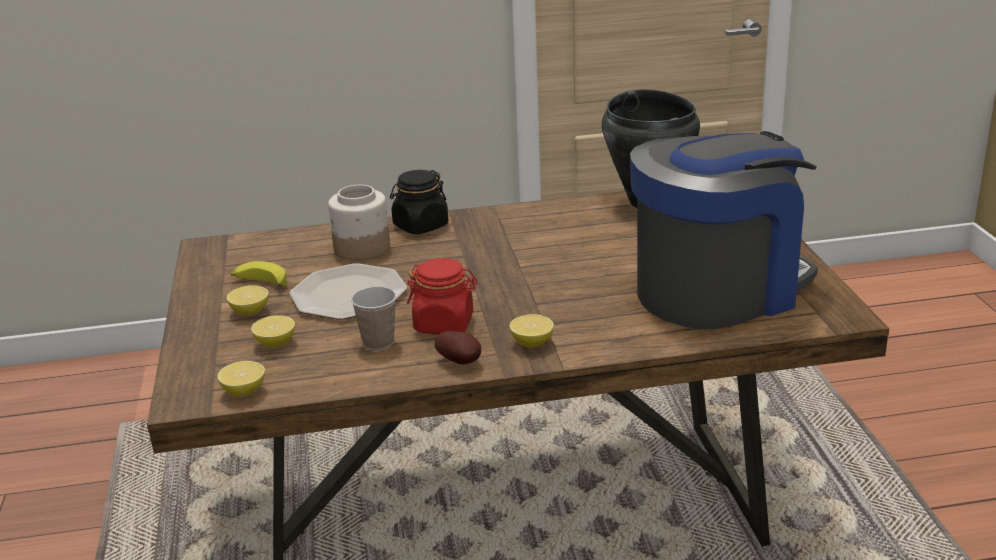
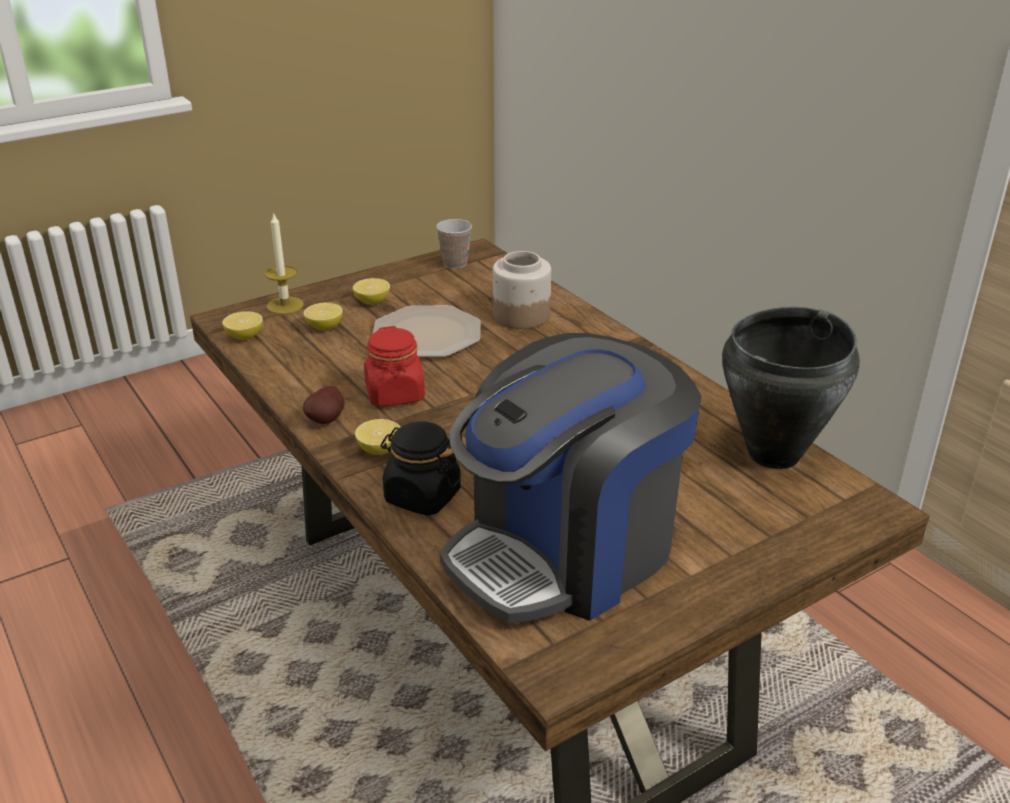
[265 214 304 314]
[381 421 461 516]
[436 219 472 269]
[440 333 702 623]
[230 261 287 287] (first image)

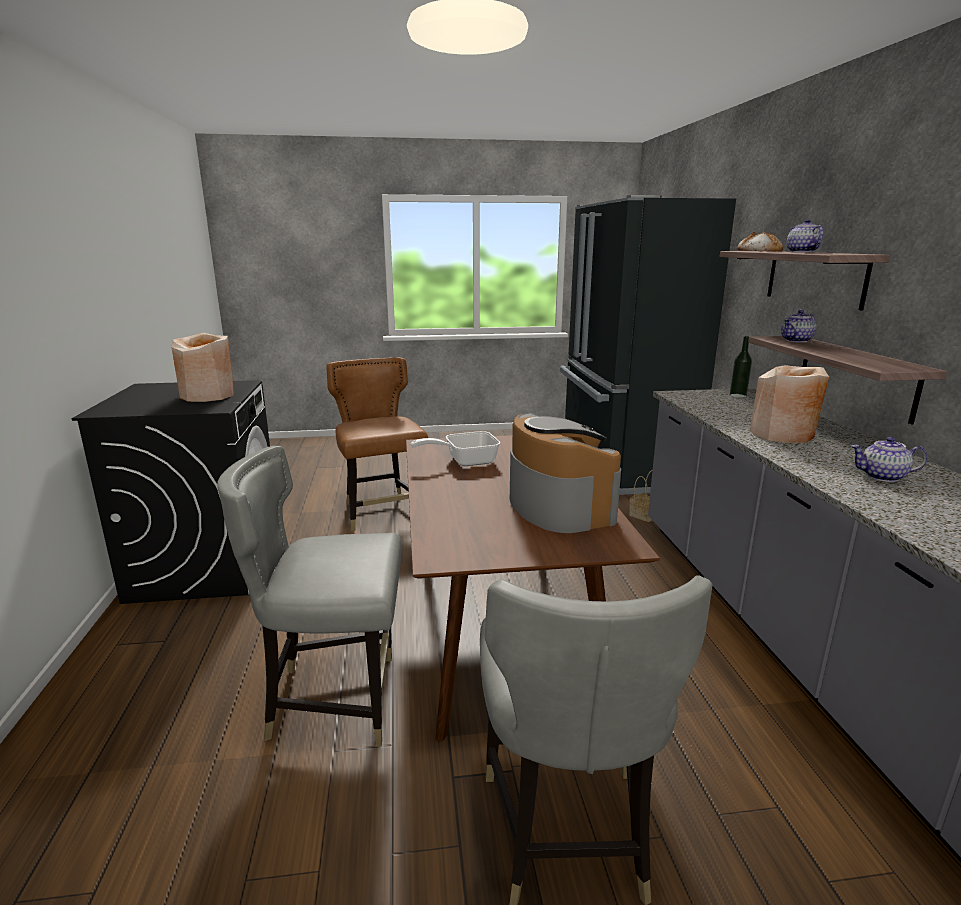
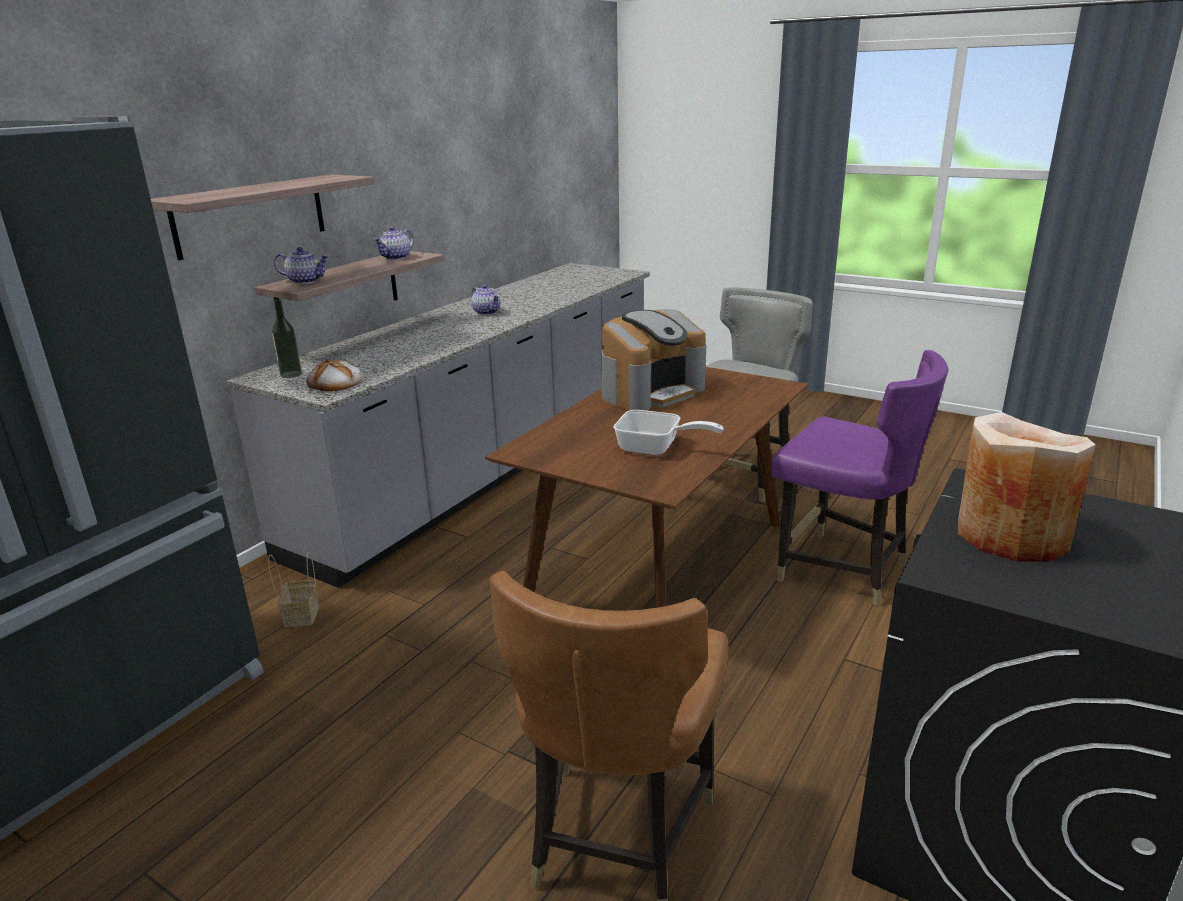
[306 359 363 391]
[373 227 414 260]
[601 309 706 411]
[771 350 948 607]
[750 365 829 443] (first image)

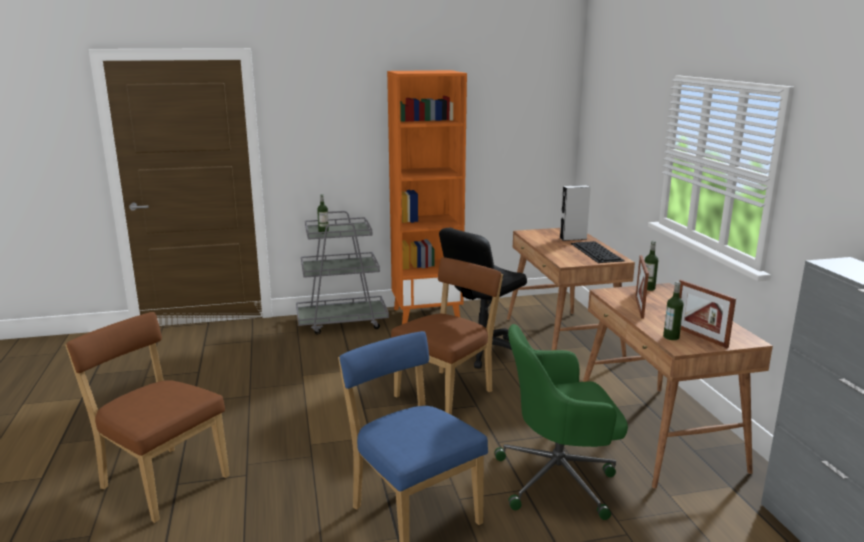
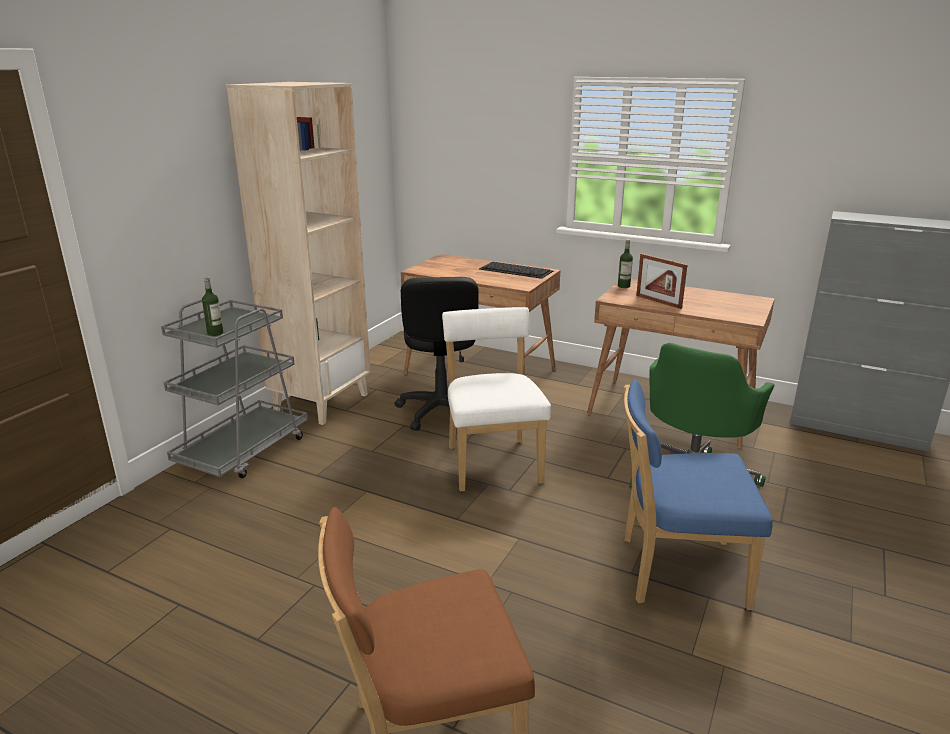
[226 82 371 425]
[442 307 551 491]
[560 185 591 241] (first image)
[663 281 684 340] (first image)
[679 280 736 348] (first image)

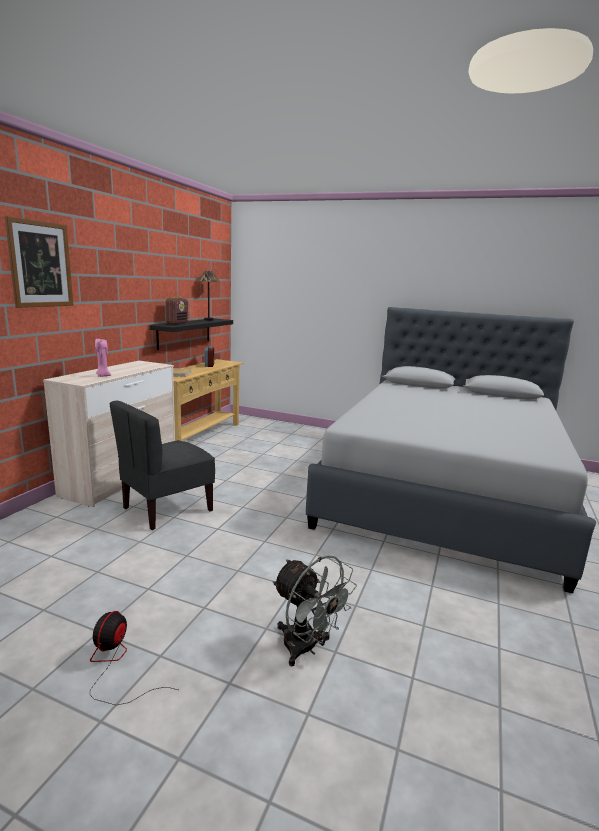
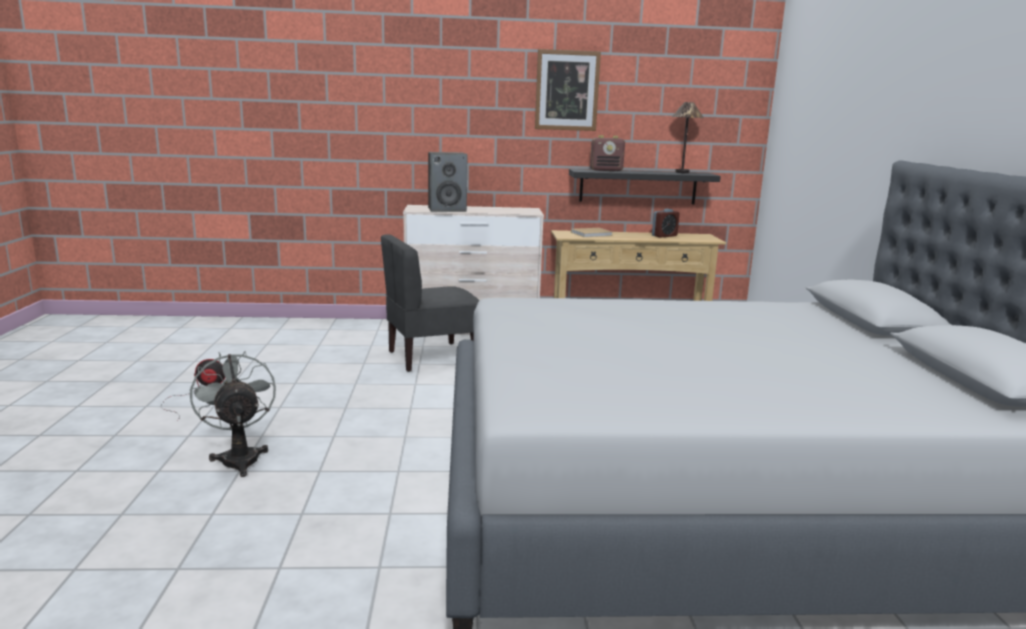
[190 351 276 477]
[381 234 479 372]
[428 152 467 212]
[535 49 601 131]

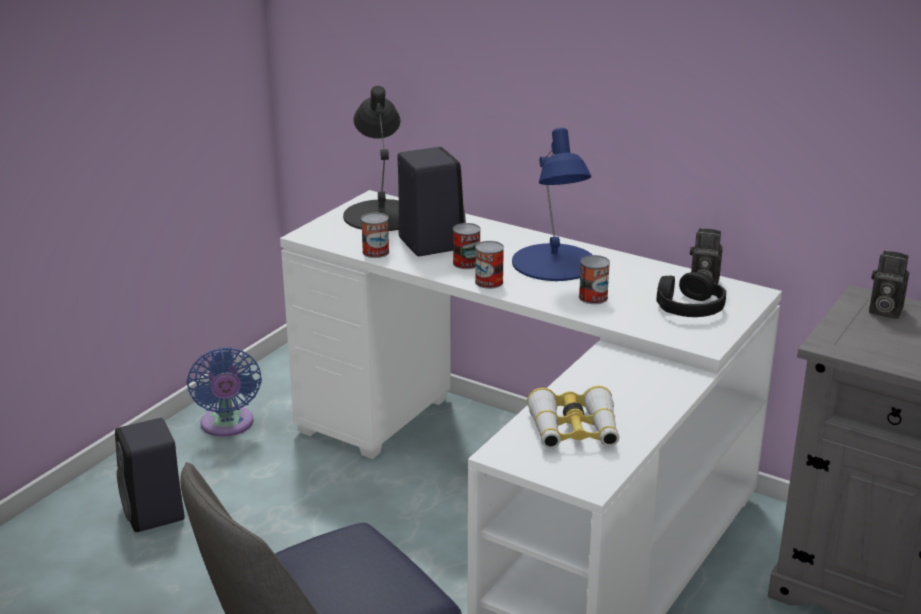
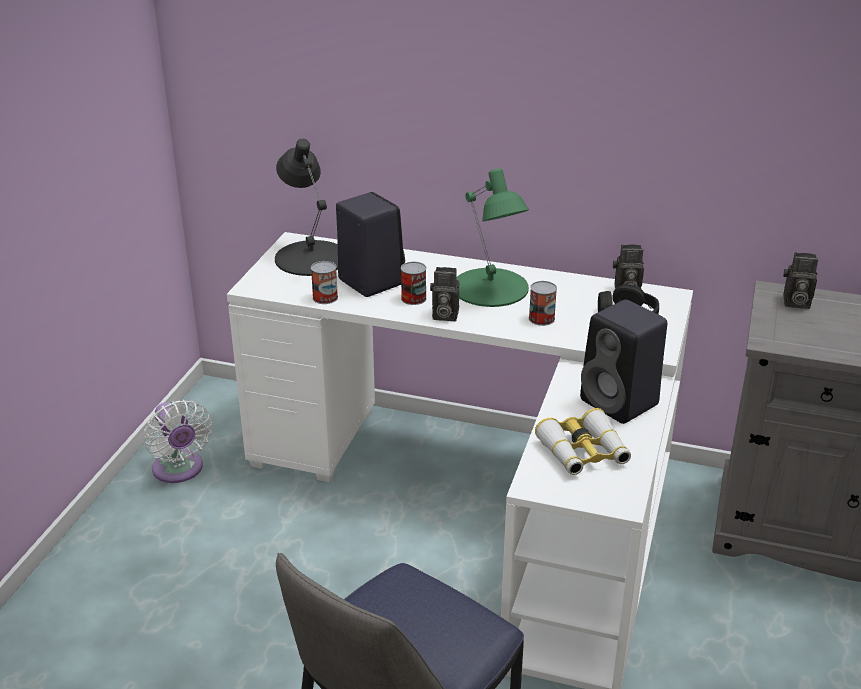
[143 400 212 483]
[430 267 459 321]
[456 168 529 307]
[580 300 667 424]

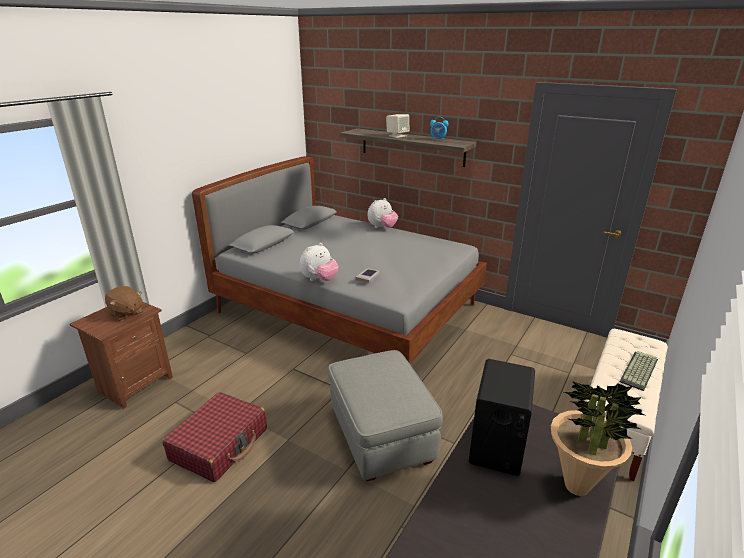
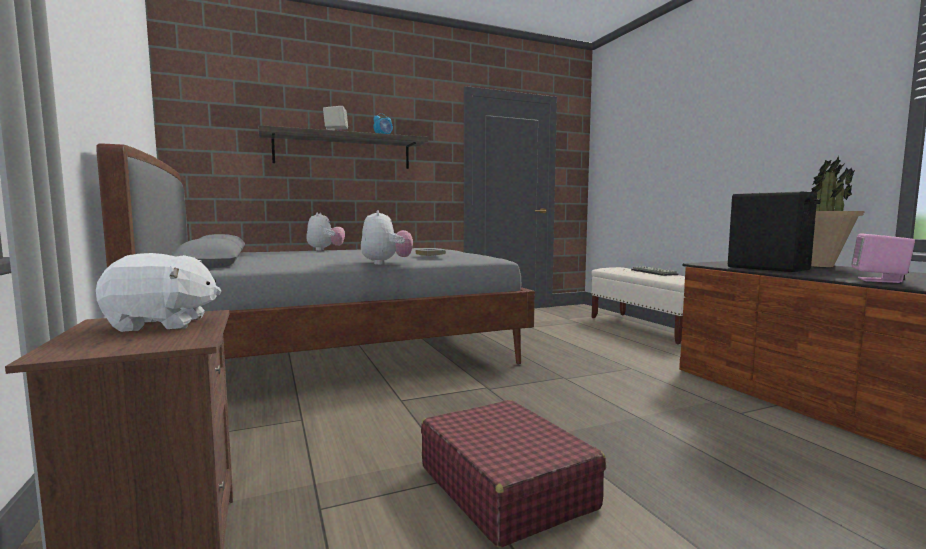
[96 253 221 332]
[851 233 915 283]
[328 350 443 482] (first image)

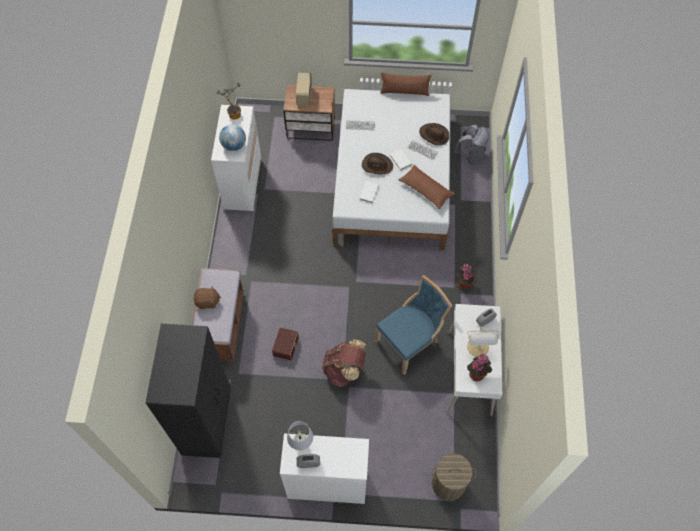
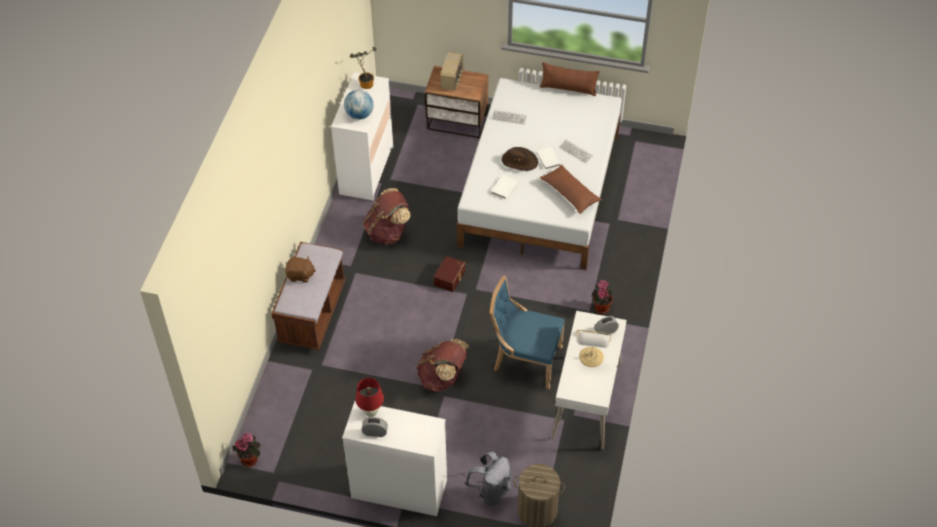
[233 433 260 467]
[355 378 384 417]
[362 188 411 245]
[434 256 465 292]
[465 452 511 506]
[490 275 565 389]
[146 323 231 458] (first image)
[419 123 449 146] (first image)

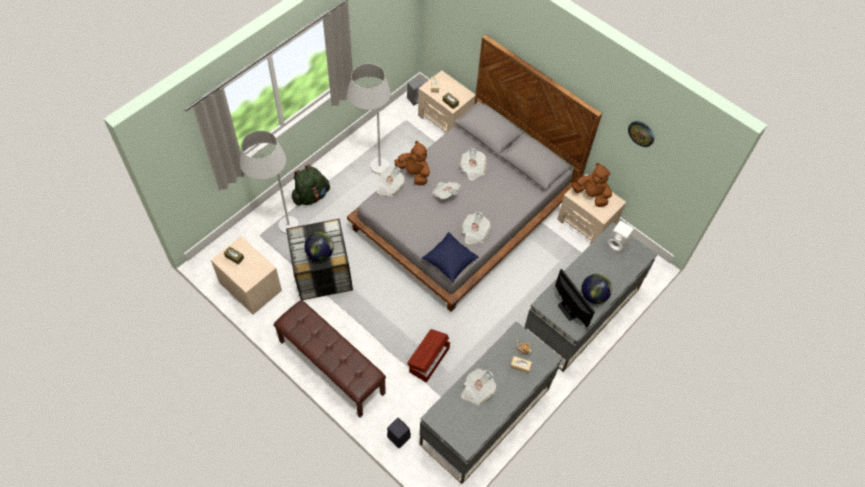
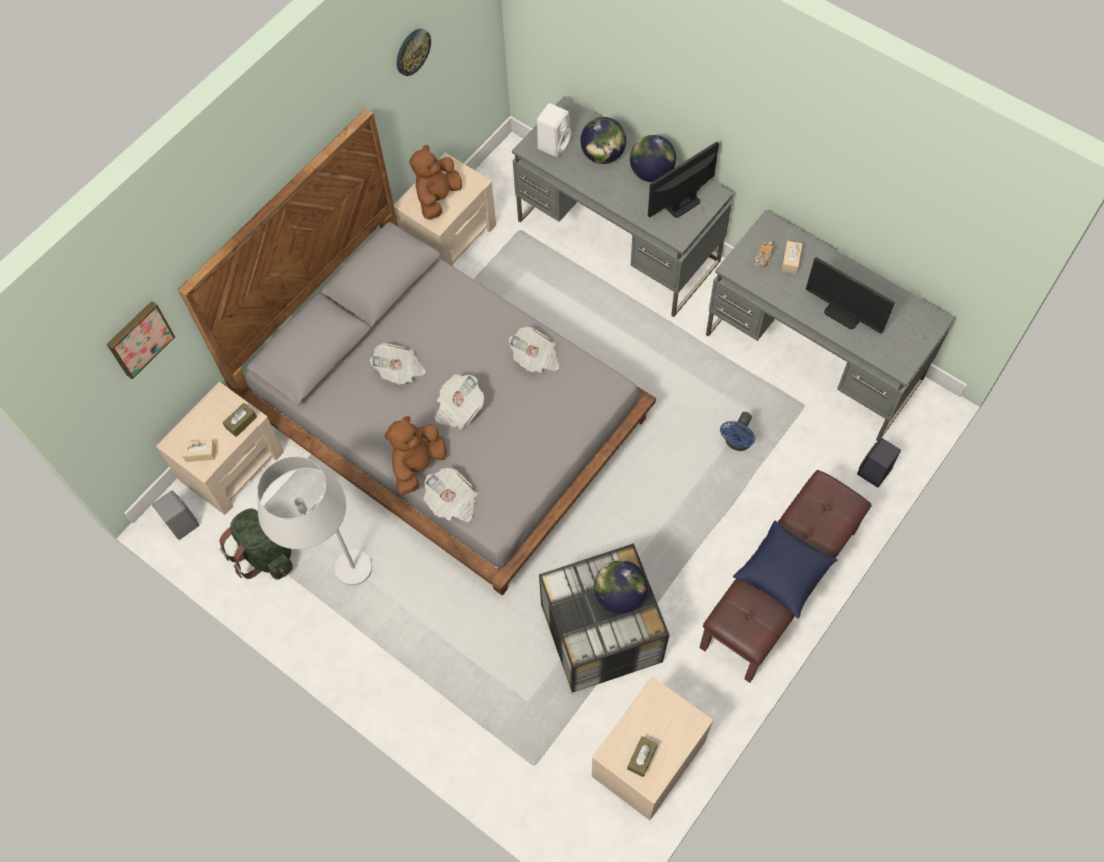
[106 301 175 379]
[219 508 293 579]
[580 117 626 164]
[720 412 755 451]
[733 520 838 619]
[806 257 895 334]
[240 130 299 234] (first image)

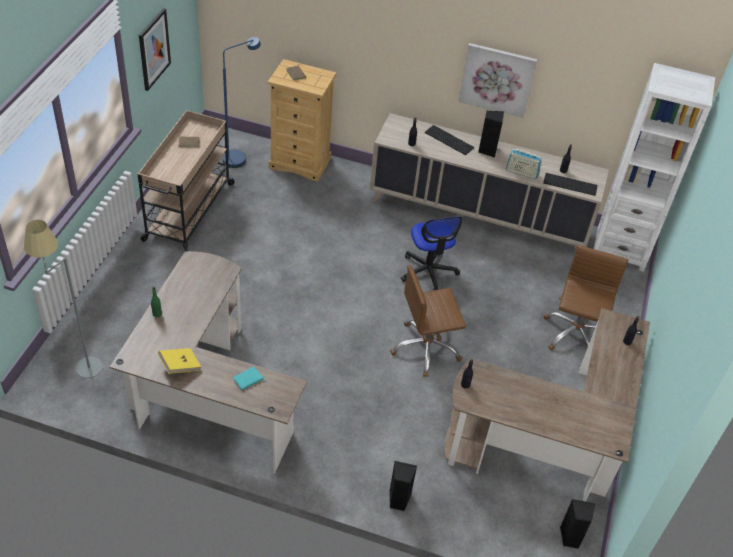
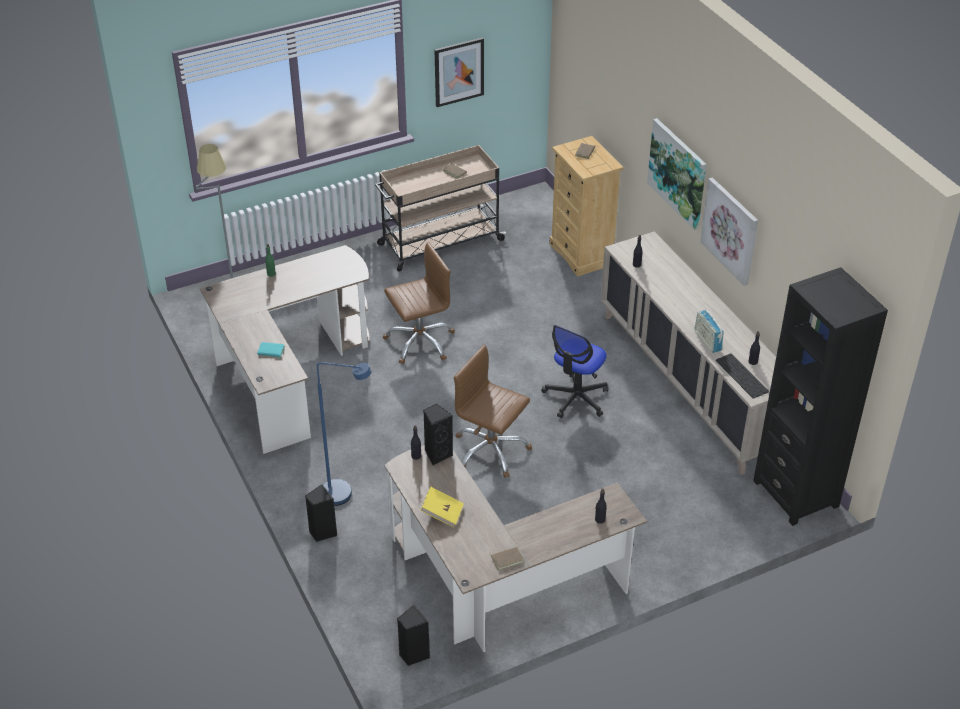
[317 362 371 506]
[383 242 455 364]
[420 487 464 528]
[423 404 453 465]
[489 547 524 570]
[647 118 706 230]
[753 267 888 526]
[425 125 474 155] (first image)

